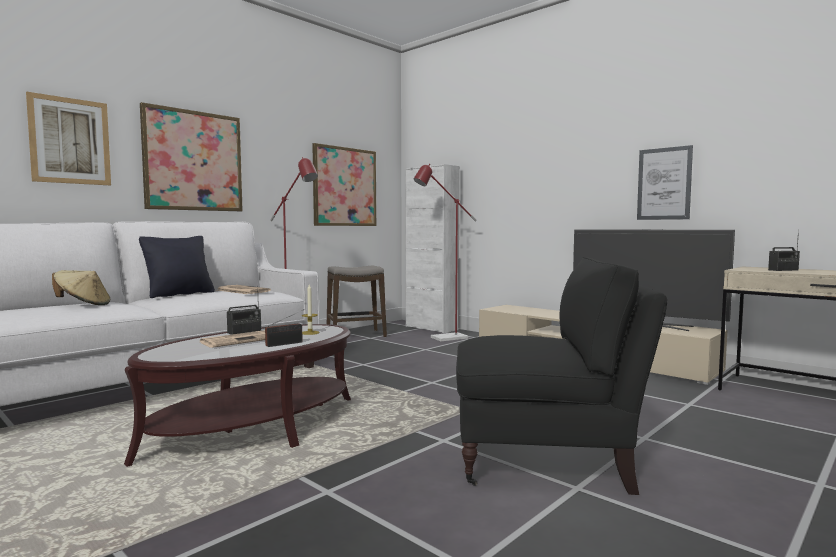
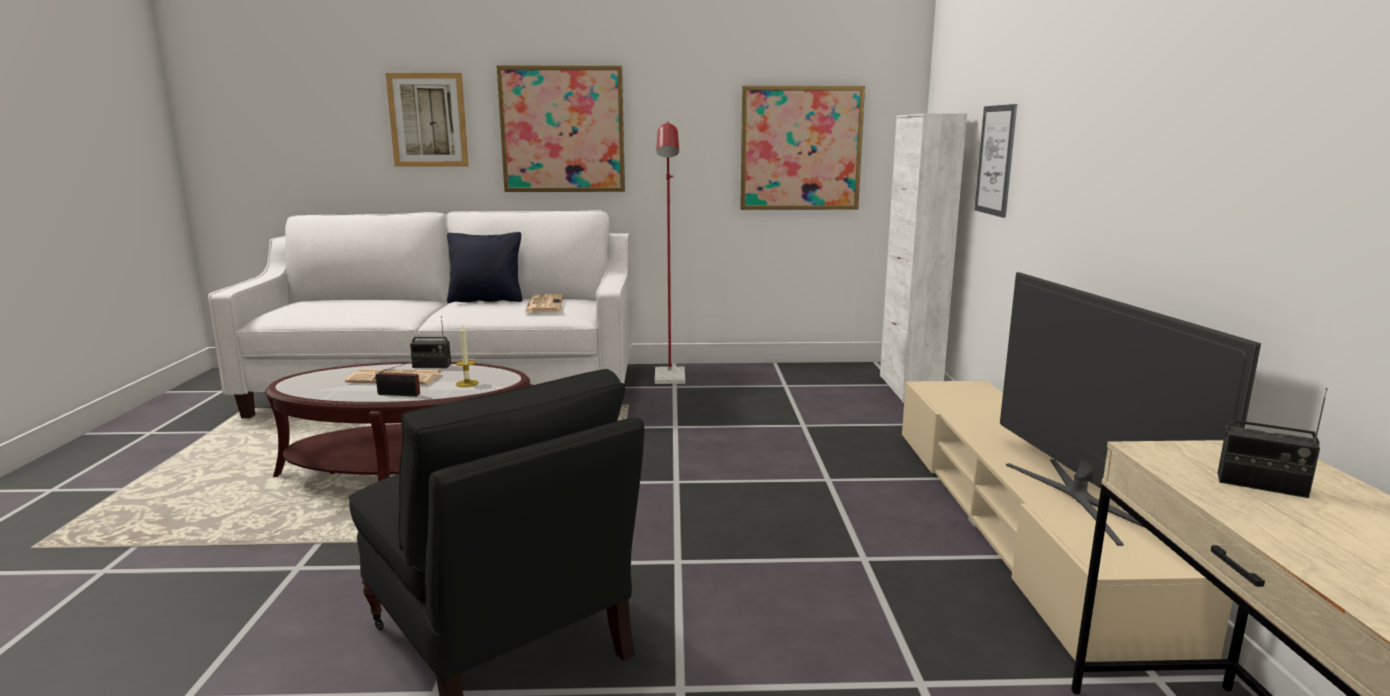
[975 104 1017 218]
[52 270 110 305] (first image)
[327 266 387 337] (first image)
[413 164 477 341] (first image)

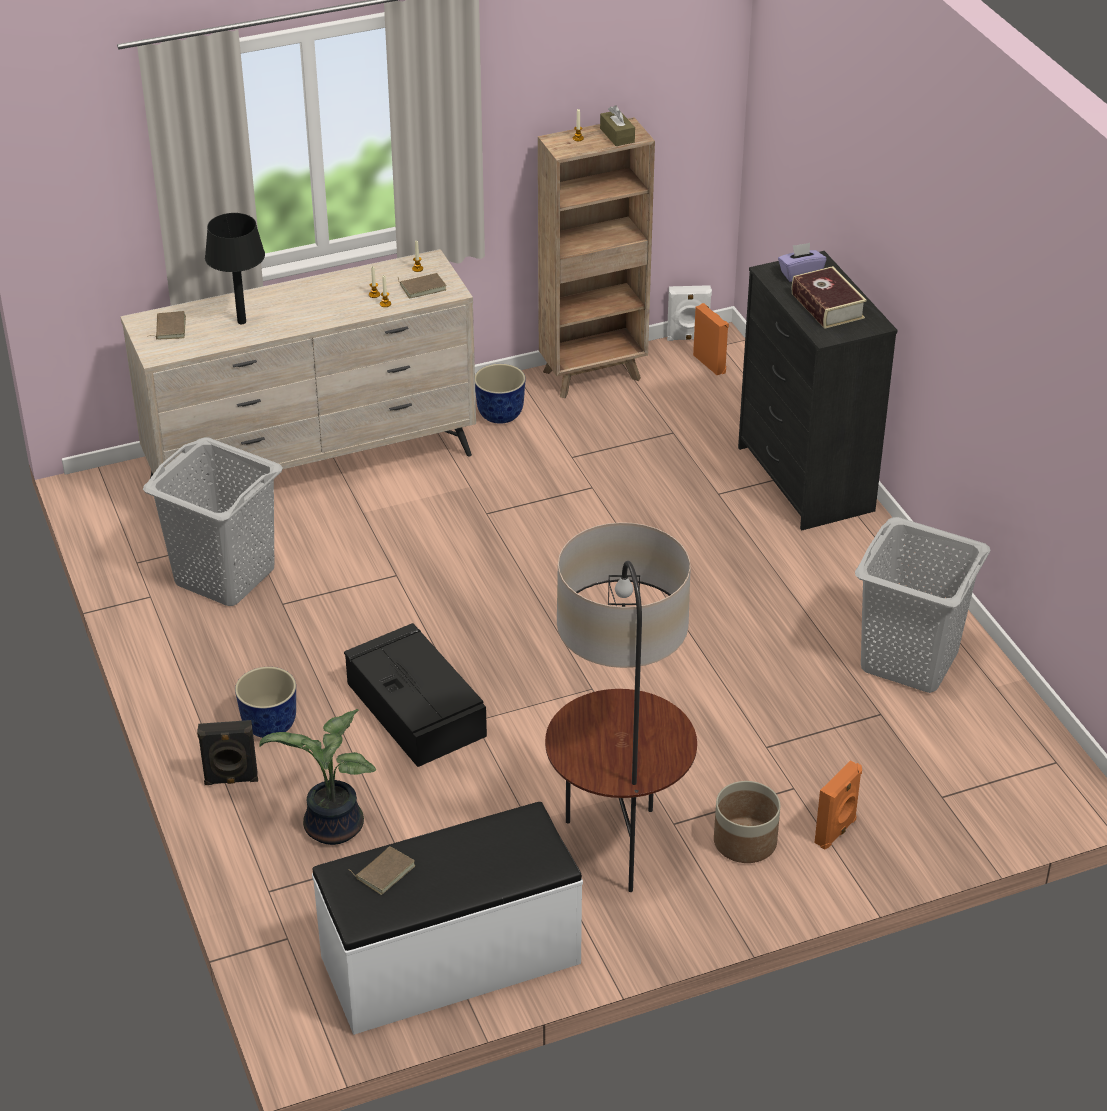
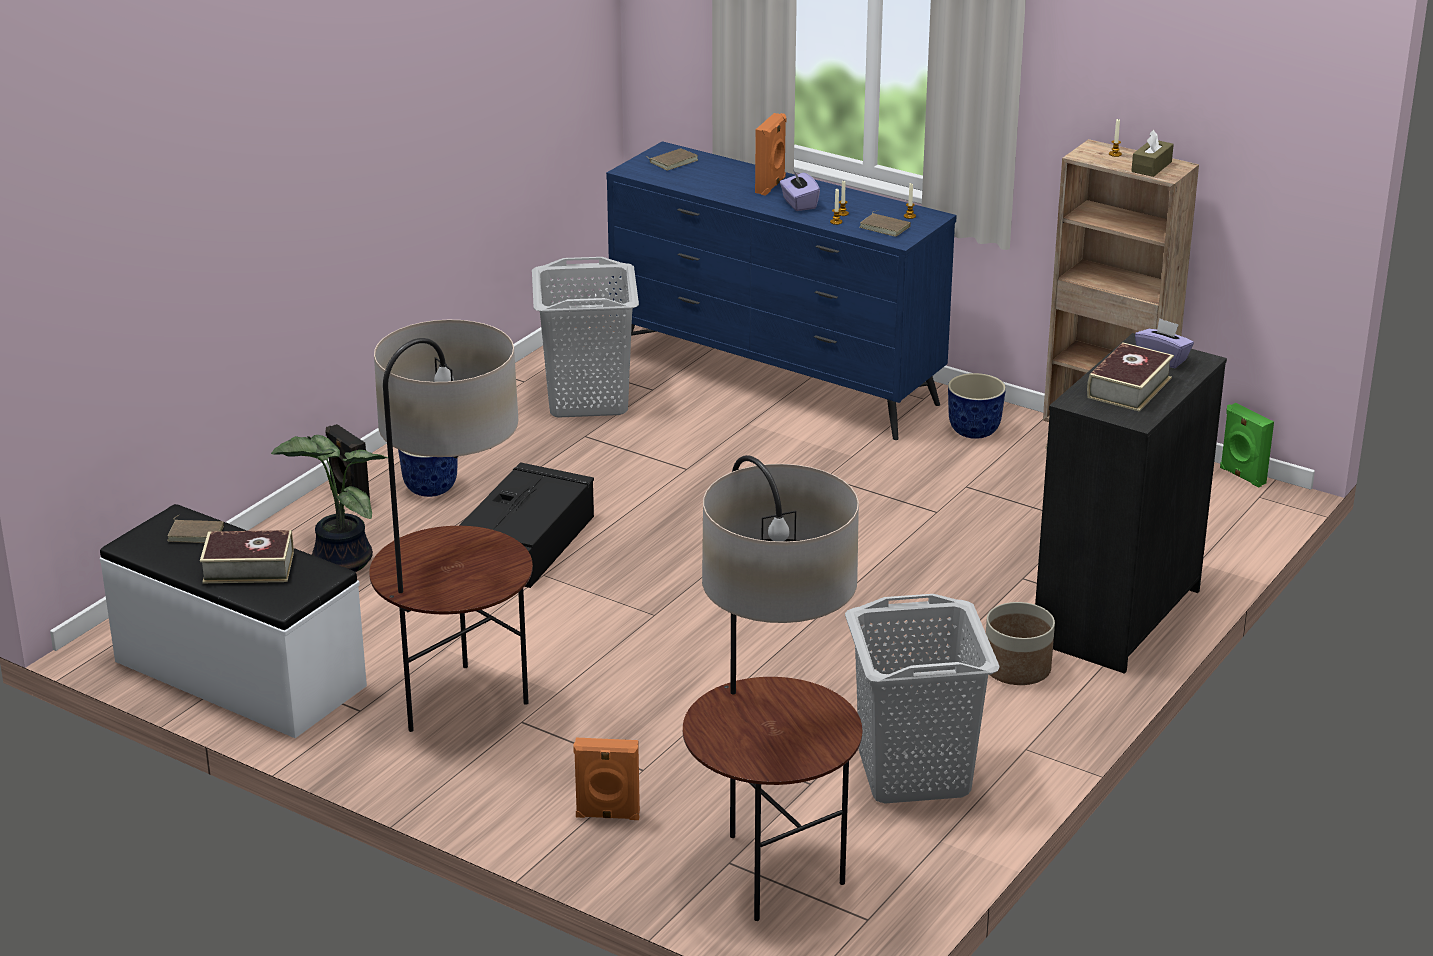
[200 530 294 583]
[606 141 957 440]
[683 455 862 921]
[755 113 786 196]
[780 170 820 211]
[986 602 1055 685]
[1220 403 1274 488]
[205 213 265 324] (first image)

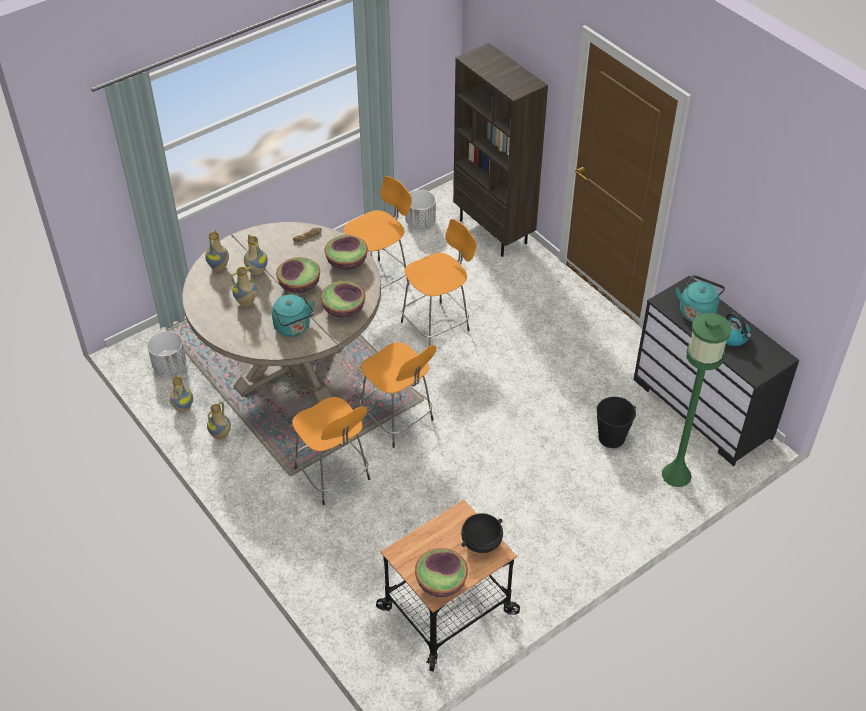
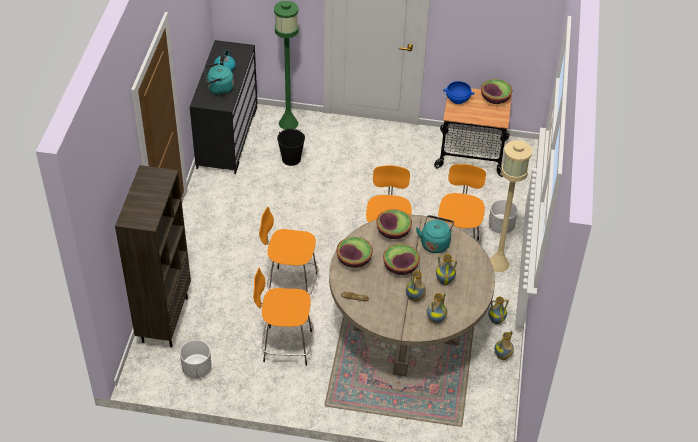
[443 81 474 104]
[489 200 518 233]
[490 140 532 272]

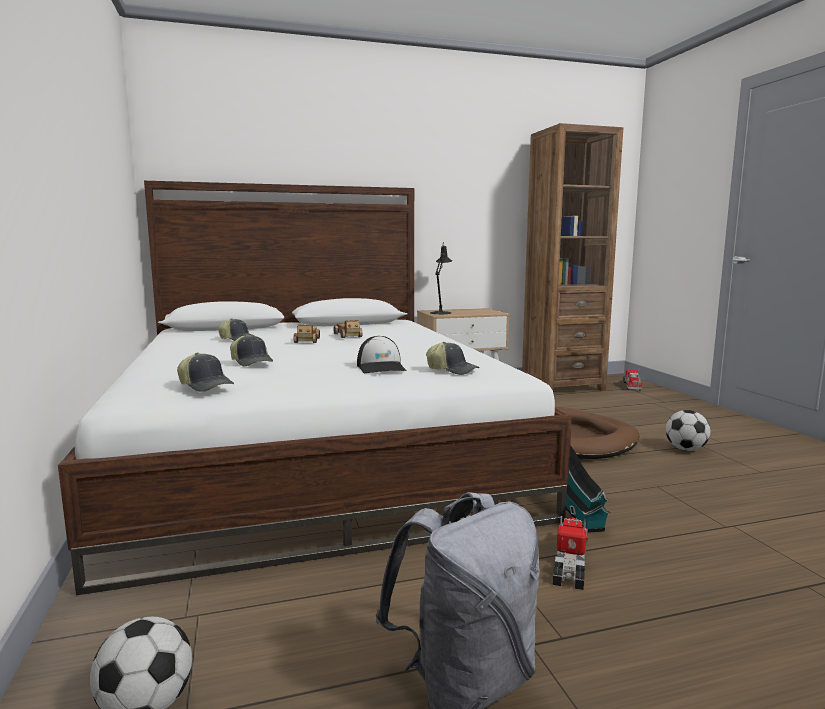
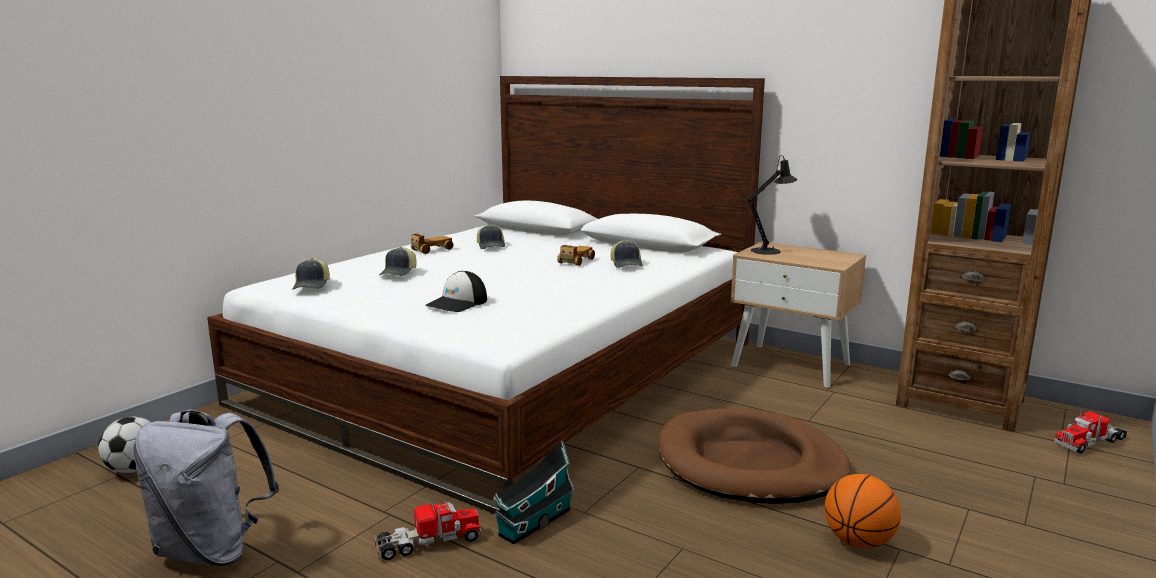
[411 233 453 254]
[611 240 643 268]
[825 474 901 548]

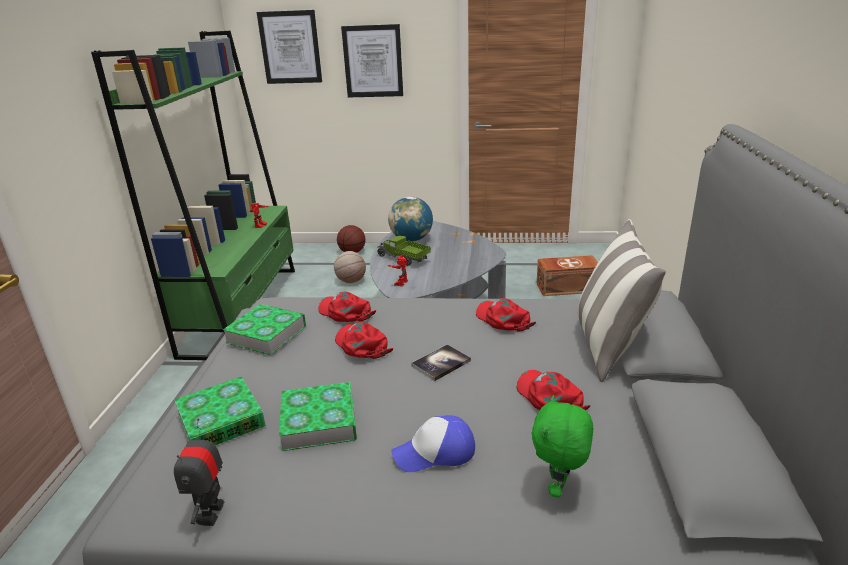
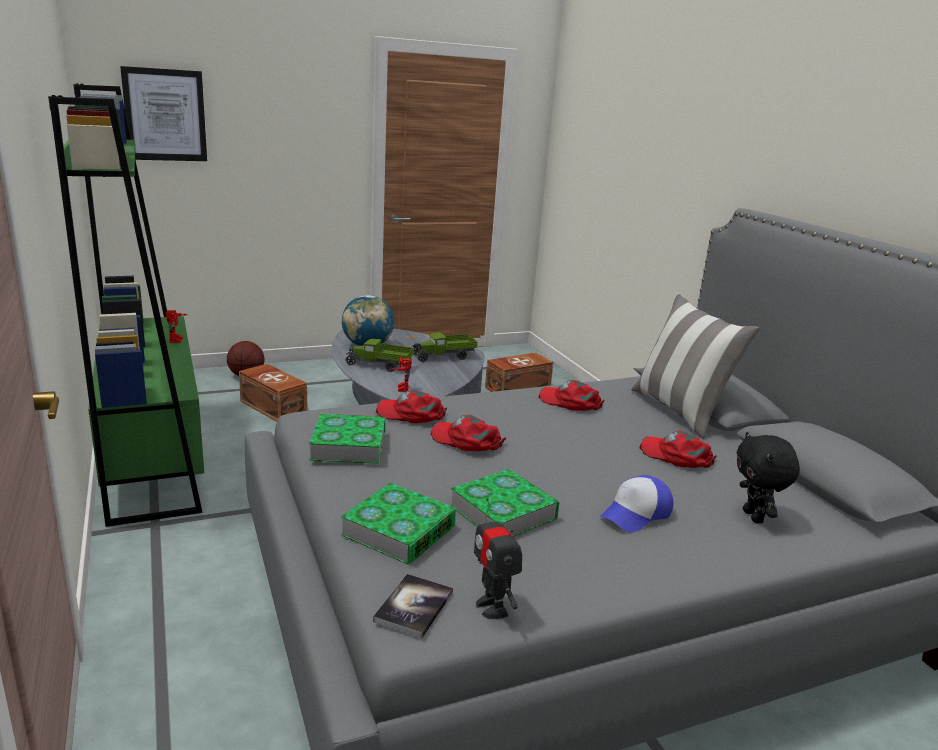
[239 364 307 422]
[373 574 453 638]
[412 332 477 362]
[737 432 800 524]
[341 24 403 97] (first image)

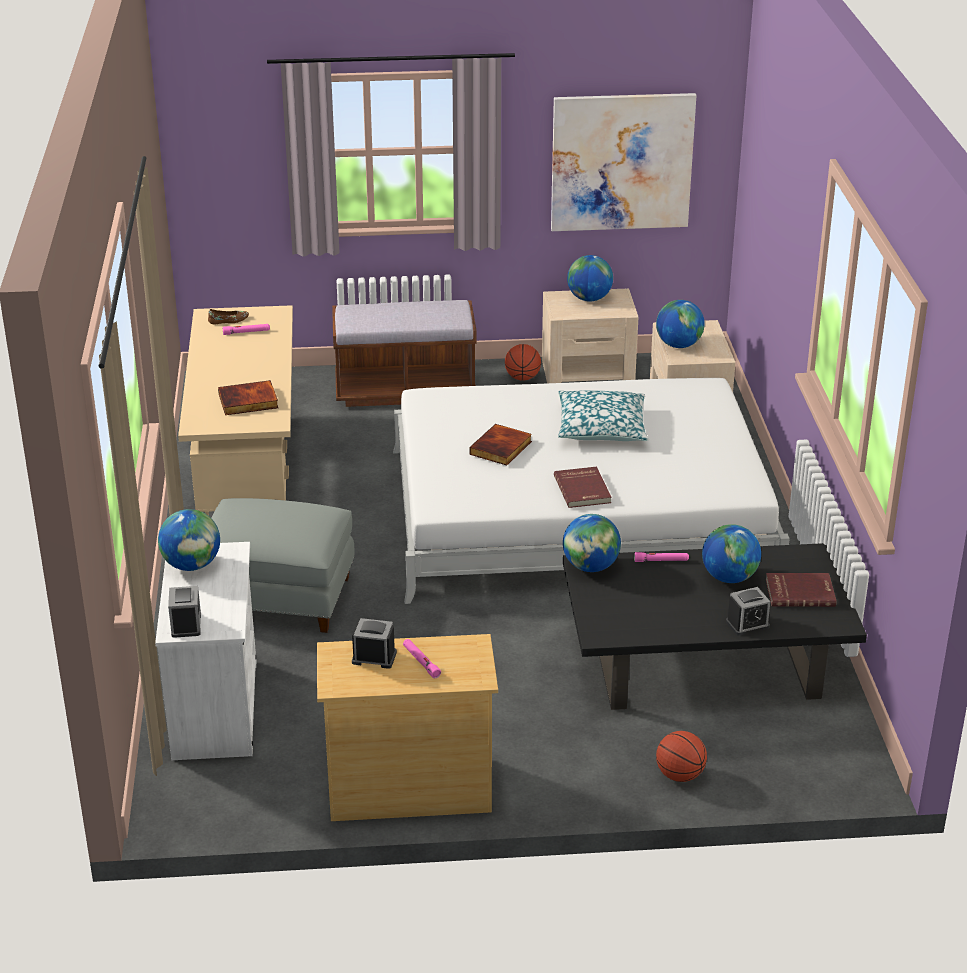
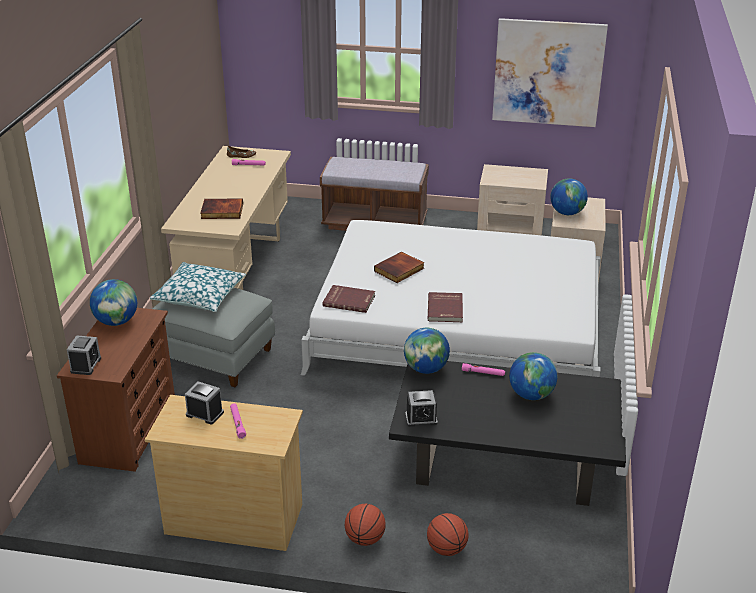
[57 308 175 472]
[150 262 246 312]
[323 285 375 313]
[345 504 386 546]
[405 390 438 427]
[567 255 613 301] (first image)

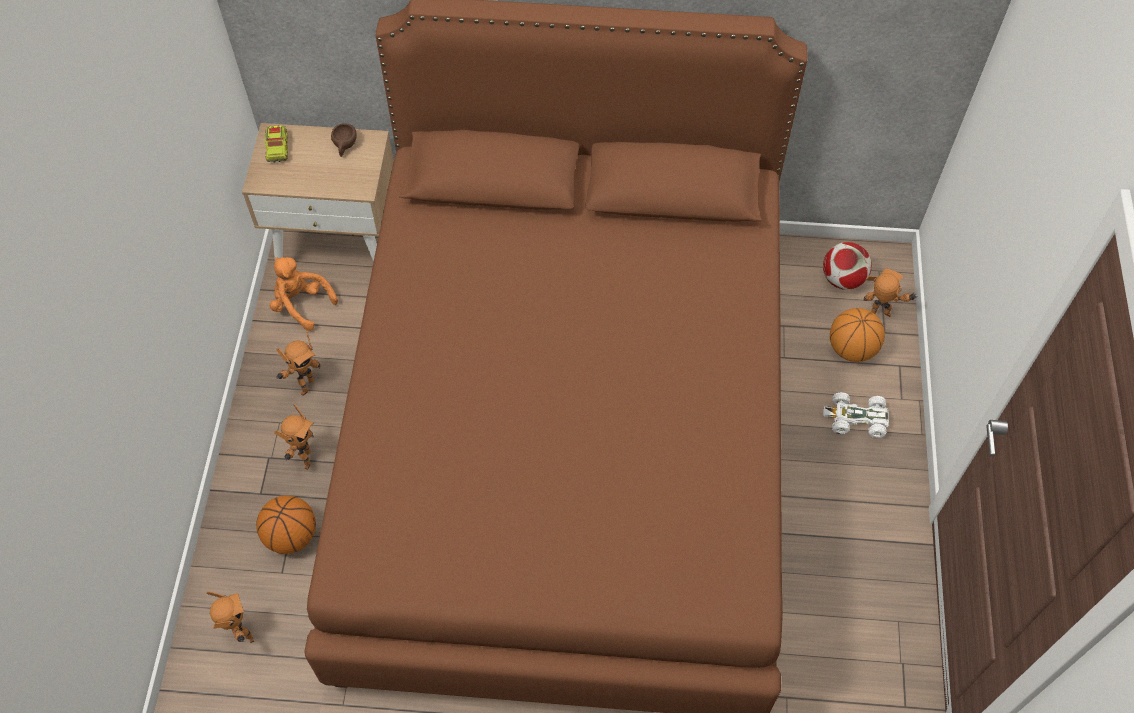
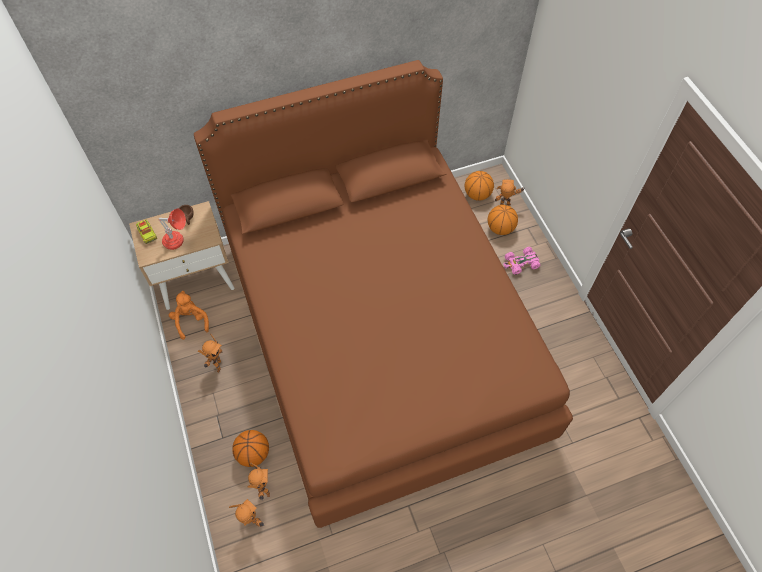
[159 209 186 250]
[169 291 209 340]
[248 463 270 501]
[465 171 494 201]
[503 247 540 275]

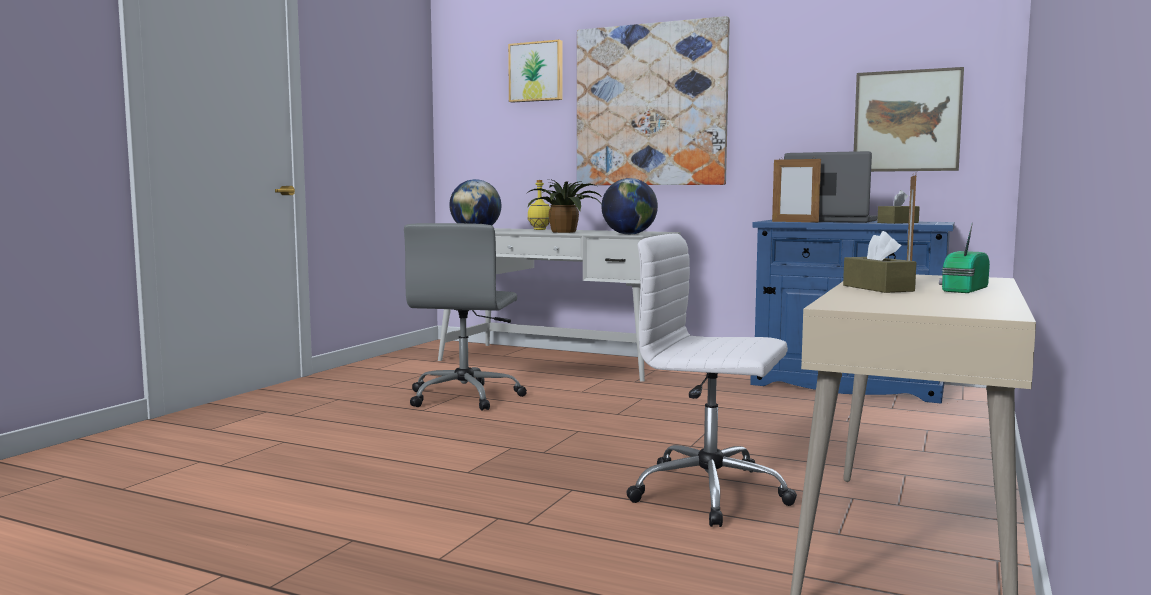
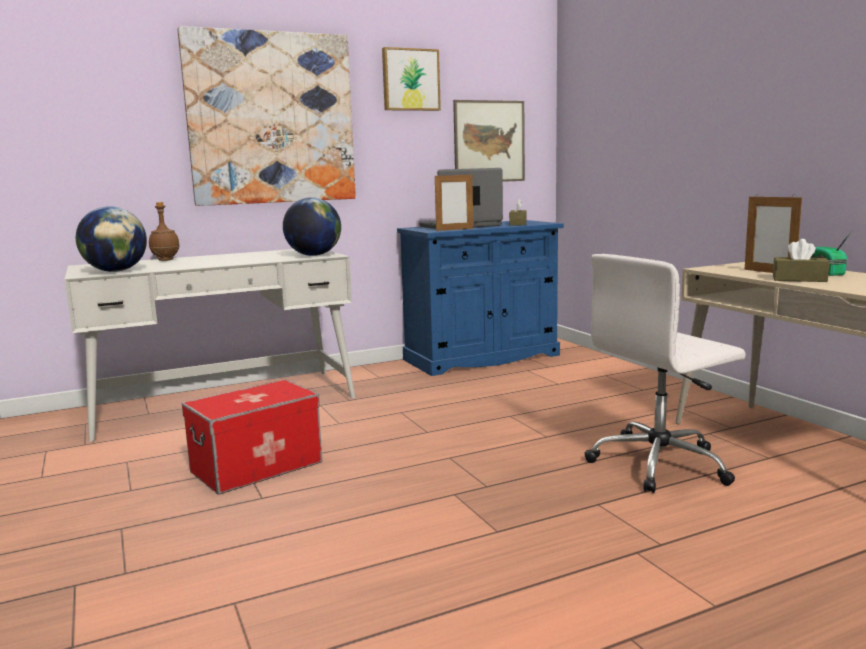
[149 202 180 261]
[182 380 322 494]
[382 47 441 111]
[527 179 602 233] (first image)

